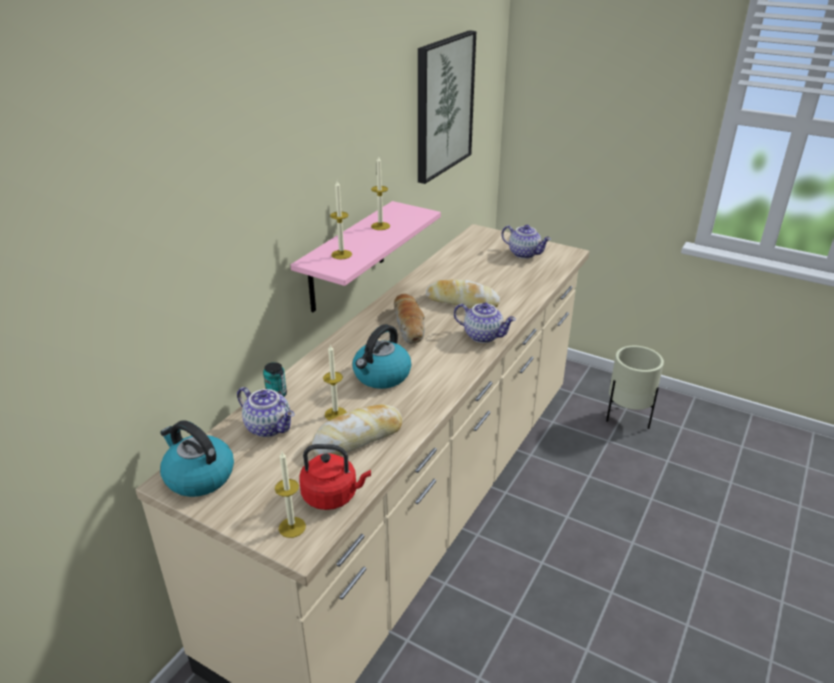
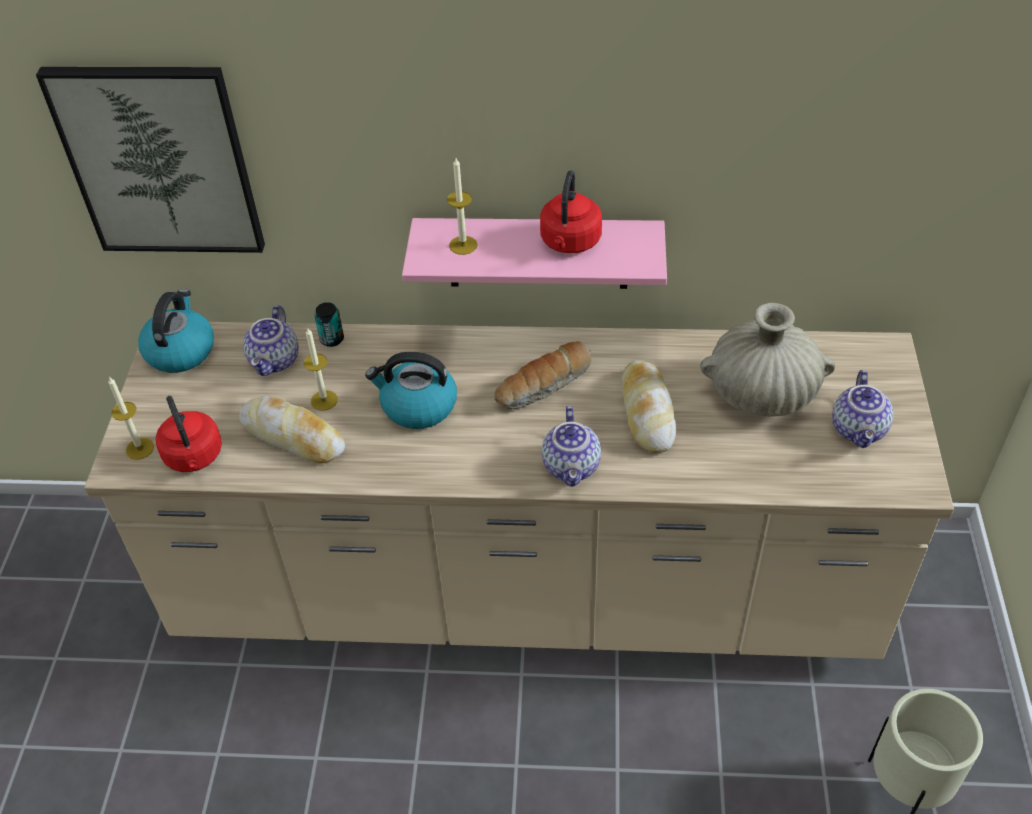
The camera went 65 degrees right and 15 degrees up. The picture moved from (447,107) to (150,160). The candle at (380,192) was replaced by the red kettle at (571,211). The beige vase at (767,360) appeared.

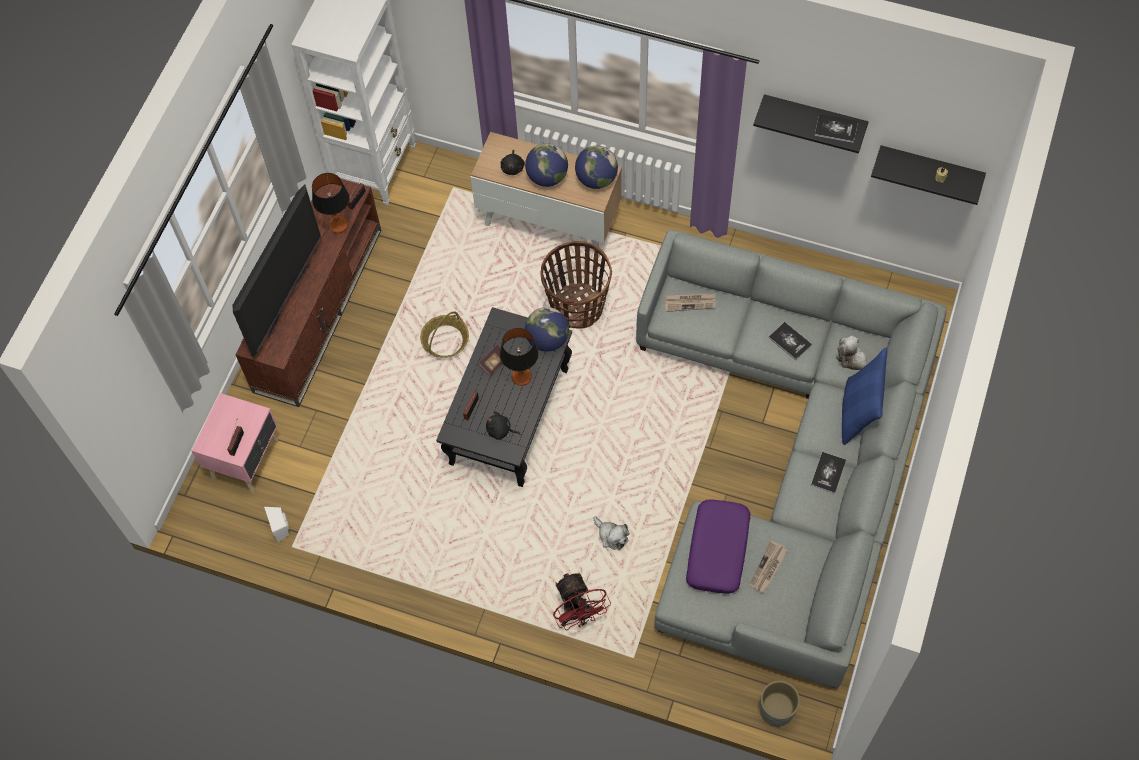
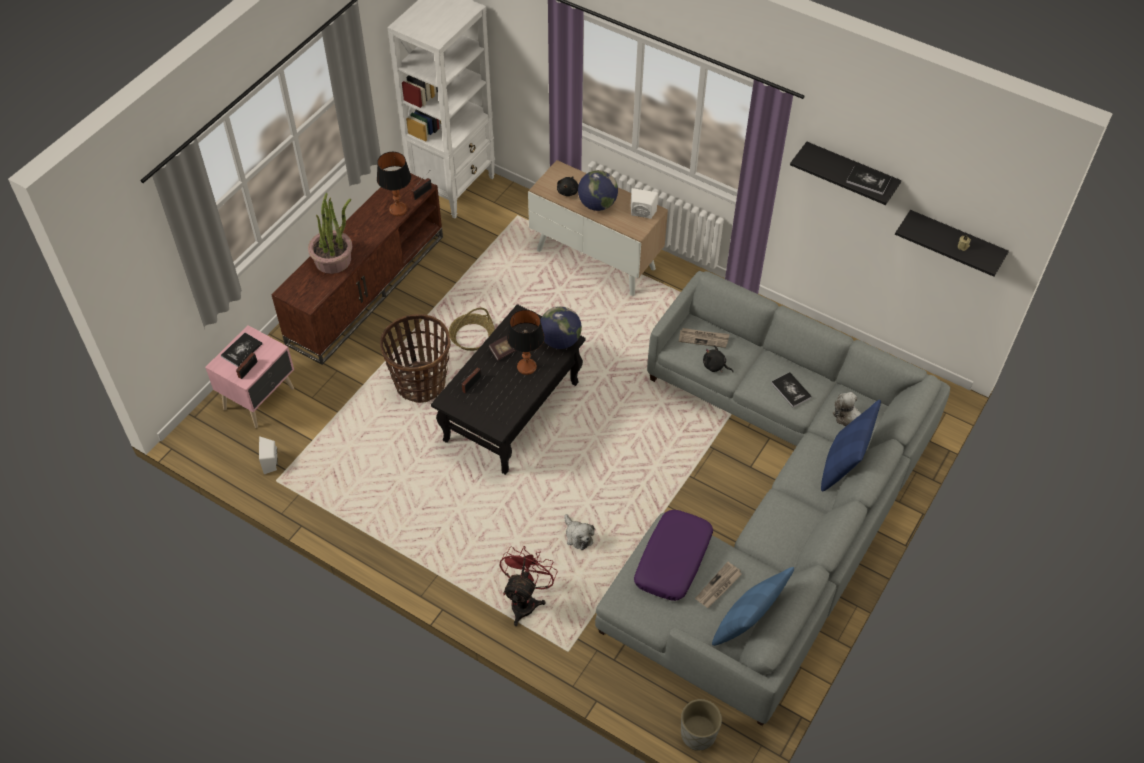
The camera went 10 degrees right and 10 degrees down. The book moved from (828,473) to (241,350). The television at (277,271) was replaced by the potted plant at (330,233). The basket moved from (576,285) to (415,358). The red fan at (582,601) turned 150 degrees counterclockwise. The globe at (596,167) was replaced by the white speaker at (644,203). The black plush toy moved from (503,426) to (718,358). The blue pillow at (753,606) appeared.

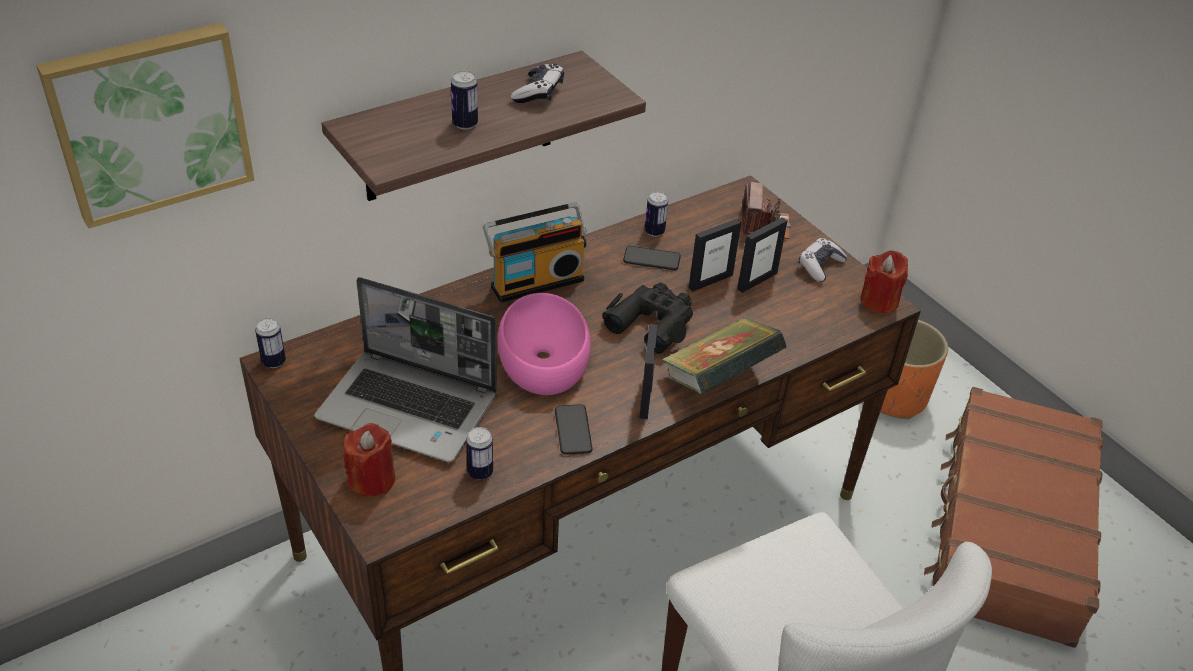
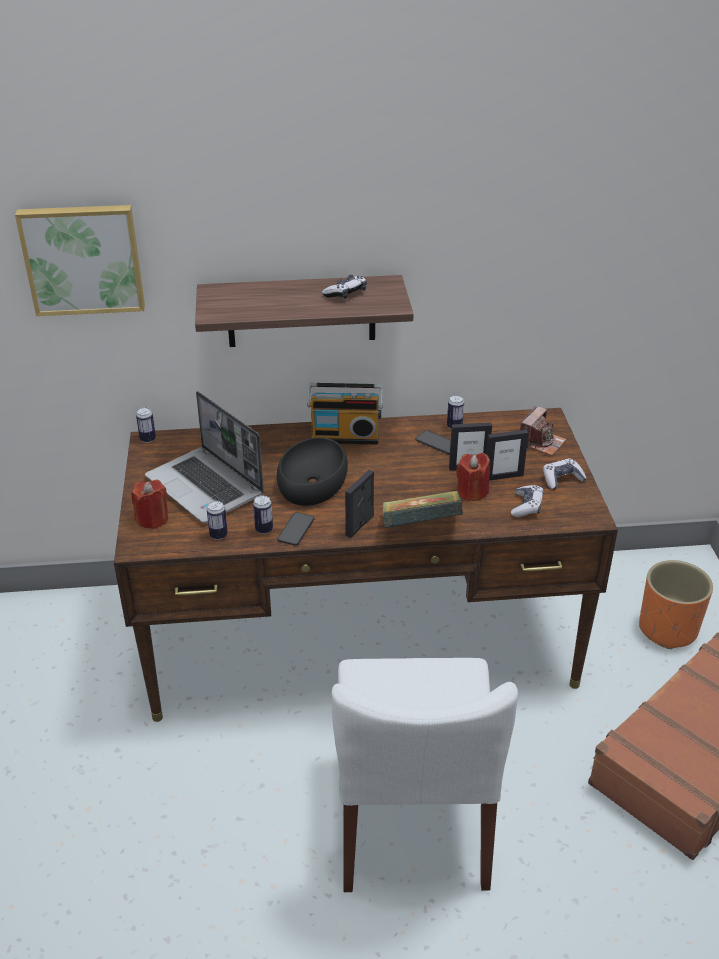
The camera went 30 degrees right and 5 degrees down. The can moved from (464,100) to (263,514). The pink bowl at (544,344) became the black bowl at (312,471). The red candle moved from (884,282) to (473,477). The game controller at (527,501) appeared. The black binoculars at (647,318) disappeared.

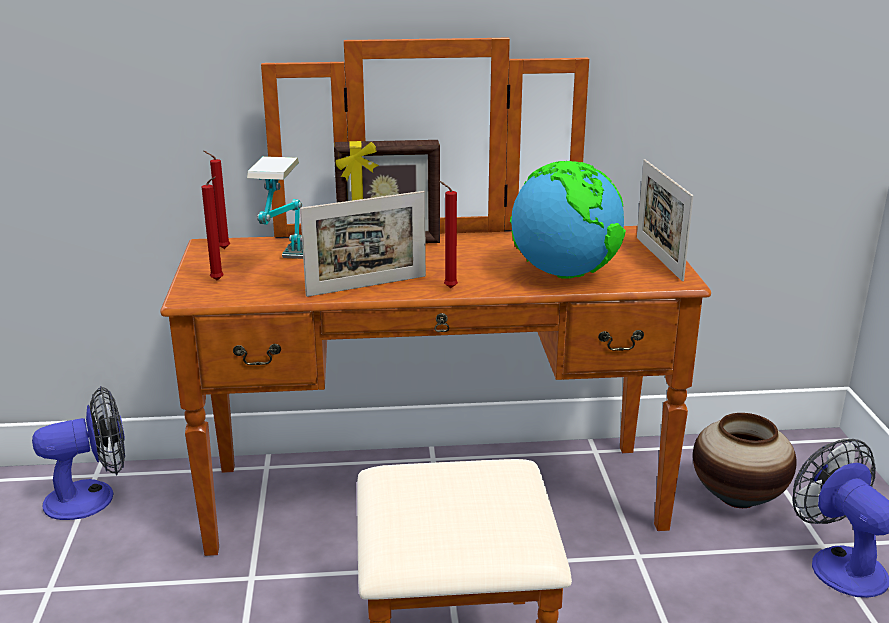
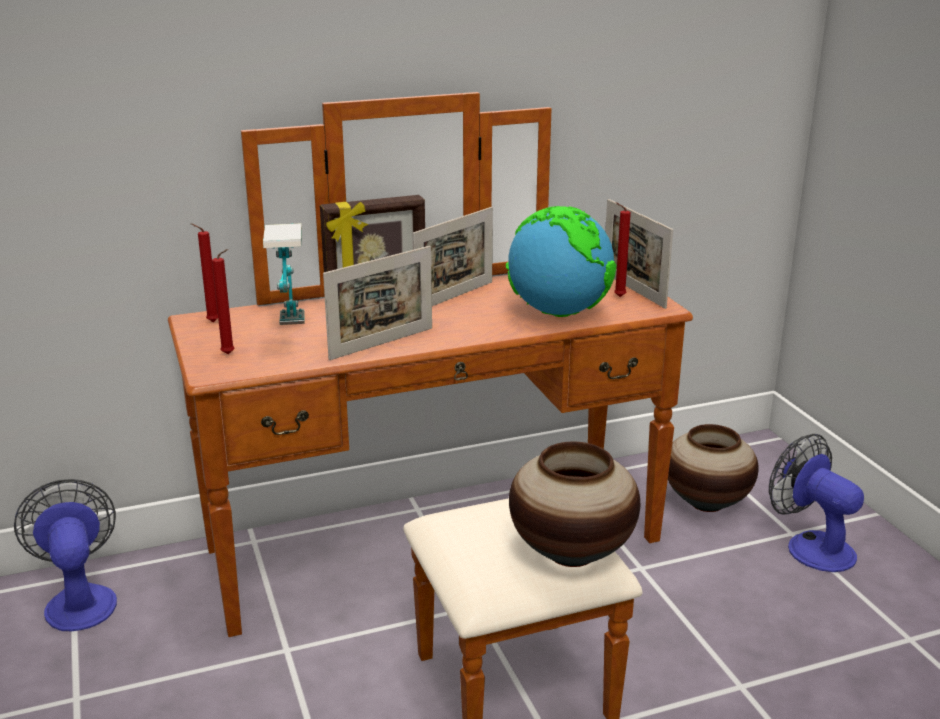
The camera went 15 degrees left and 0 degrees up. The fan at (78,453) turned 75 degrees counterclockwise. The picture frame at (453,256) appeared. The vase at (574,504) appeared. The red candle moved from (448,234) to (622,249).

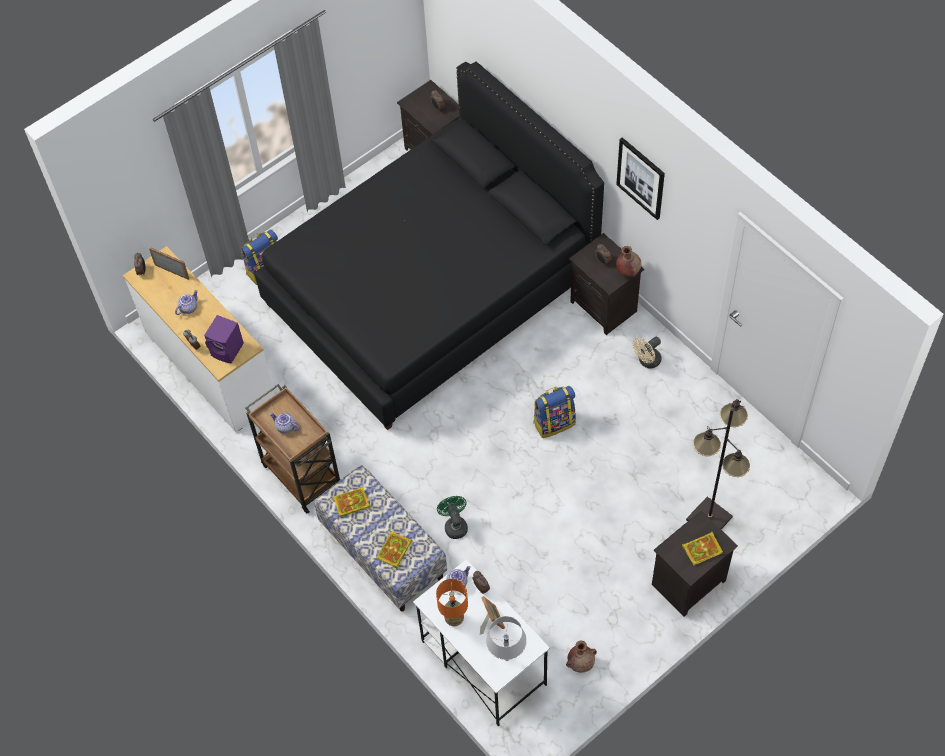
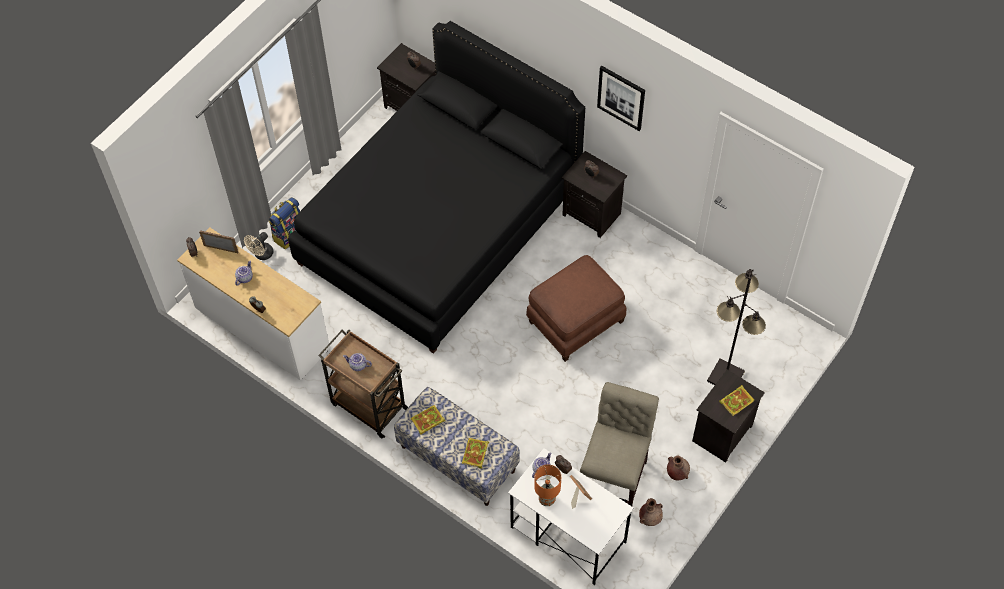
The camera went 15 degrees left and 0 degrees up. The beige fan moved from (647,353) to (259,246). The backpack at (554,412) was replaced by the brown ottoman at (576,308). The beige chair at (619,444) appeared. The brown vase moved from (628,261) to (678,468). The purple speaker at (224,339) disappeared. The green fan at (452,517) disappeared. The grey table lamp at (506,638) disappeared.

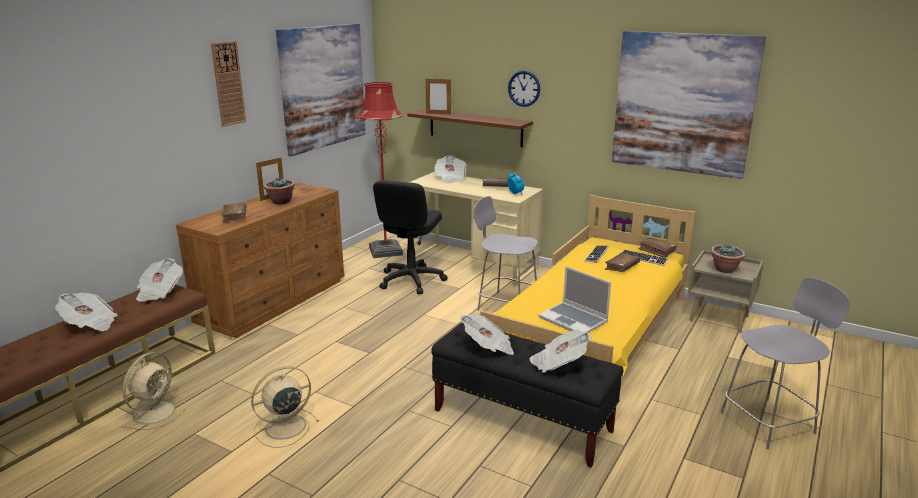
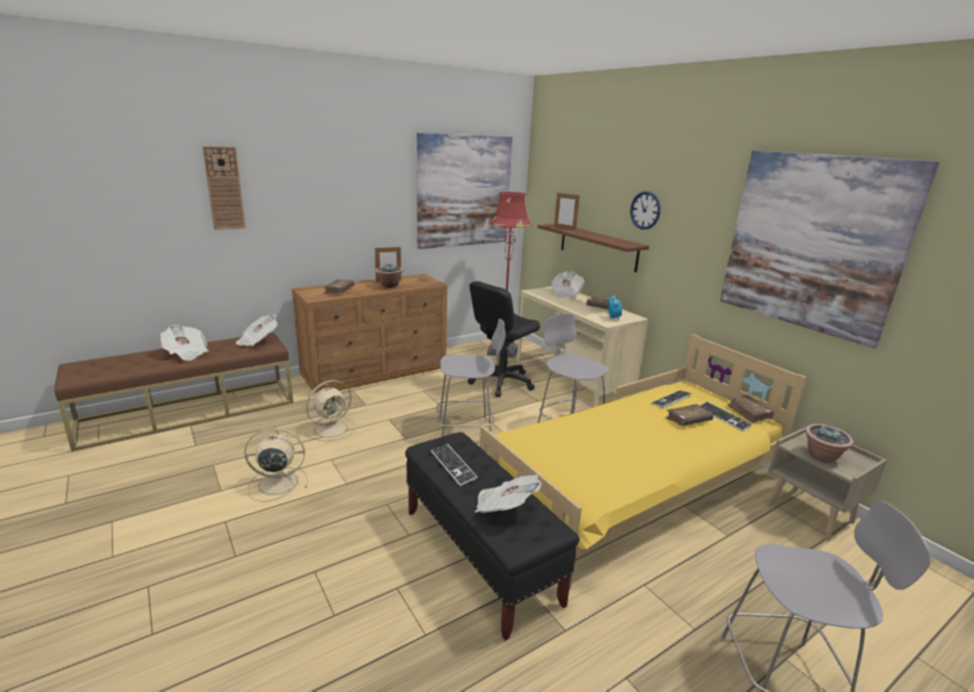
The camera went 25 degrees right and 0 degrees up. The wall clock moved from (228,84) to (224,188). The beige fan moved from (154,391) to (330,410). The newspaper at (487,334) was replaced by the keyboard at (454,465). The grey chair at (471,378) appeared. The laptop at (575,299) disappeared.

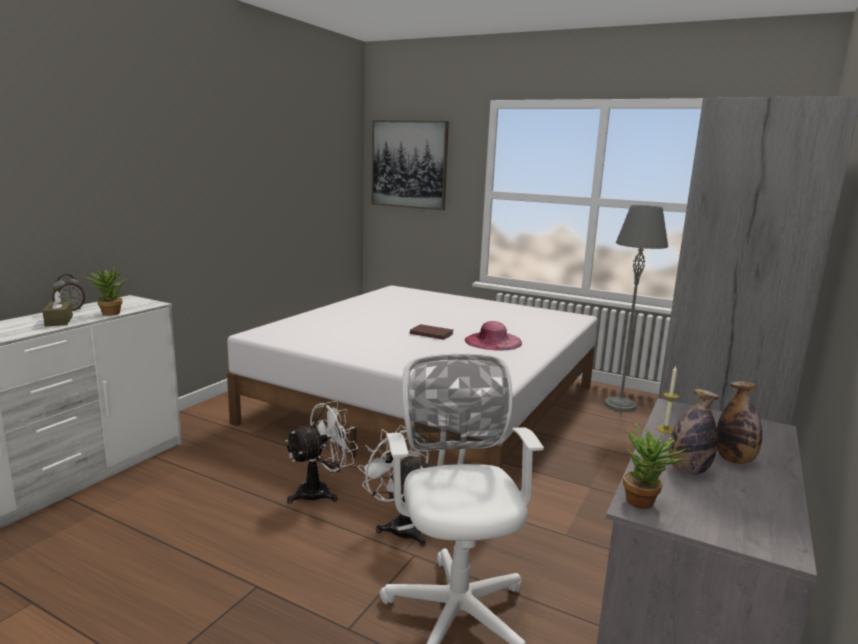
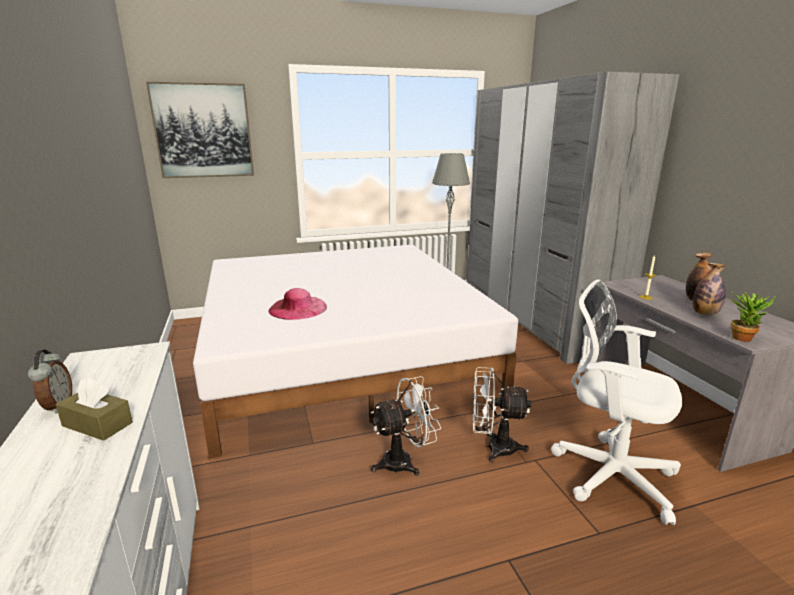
The camera went 45 degrees left and 5 degrees up. The pink hat moved from (493,336) to (297,304). The white fan at (321,452) turned 60 degrees clockwise. The potted plant at (104,291) disappeared. The brown book at (431,332) disappeared.

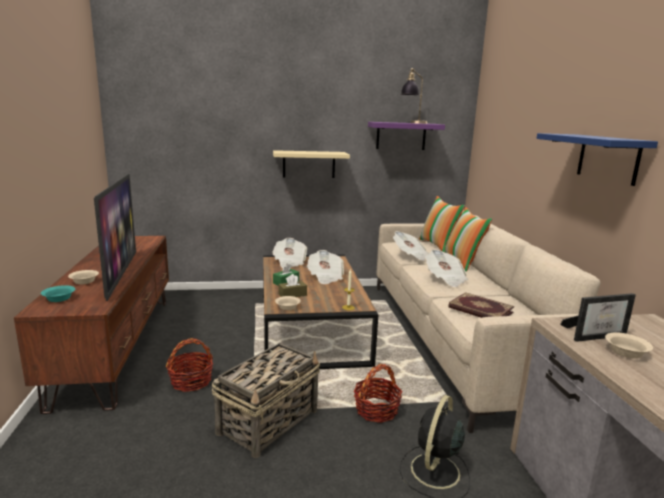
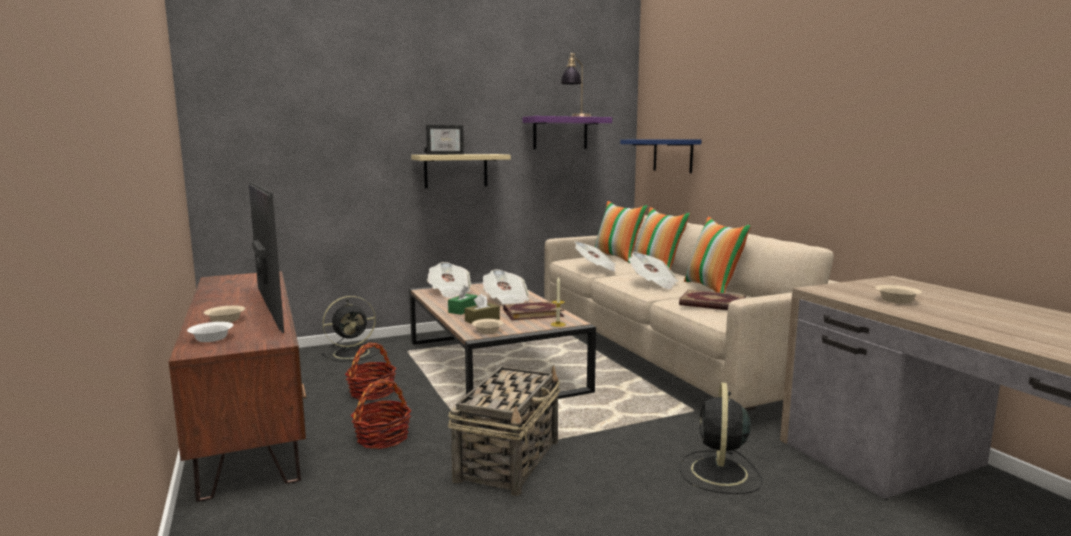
The camera went 15 degrees left and 5 degrees down. The turquoise bowl at (58,293) became the white bowl at (210,332). The black fan at (350,329) appeared. The basket moved from (378,393) to (370,371). The picture frame moved from (598,317) to (444,140). The book at (533,310) appeared. The blue shelf moved from (597,159) to (660,156). The pillow at (717,255) appeared.

